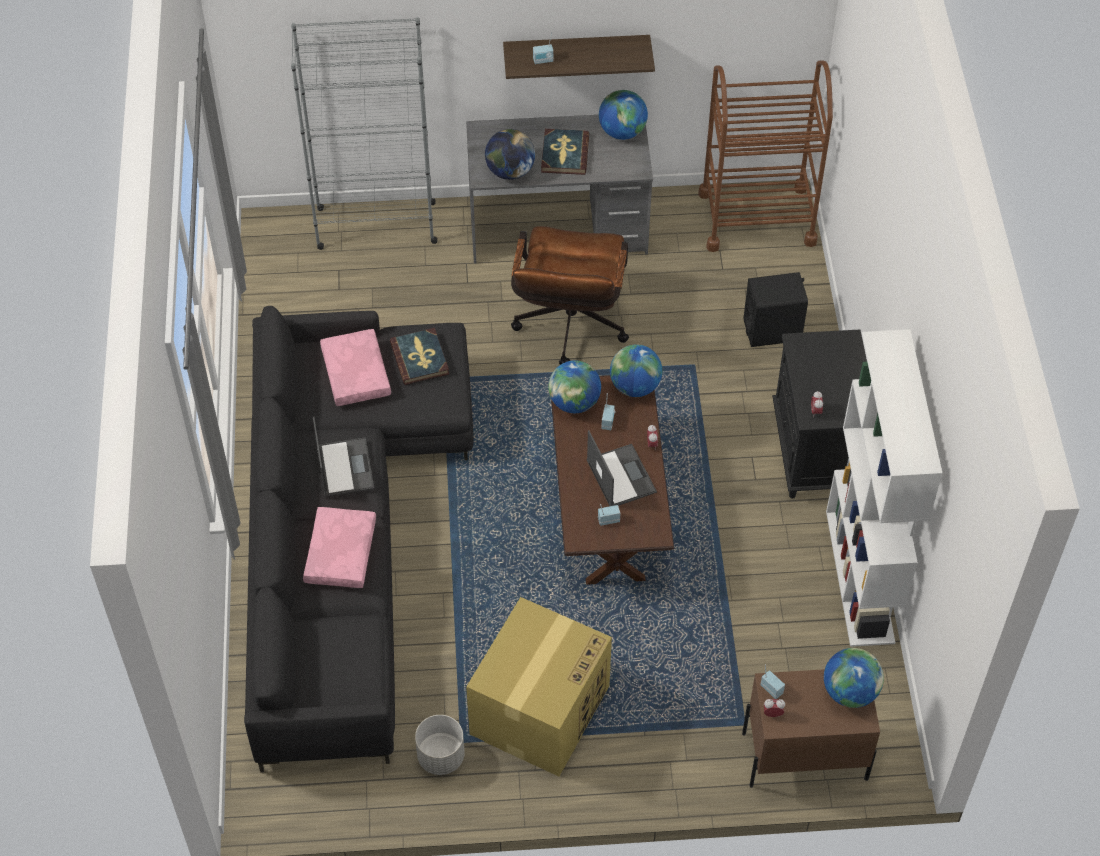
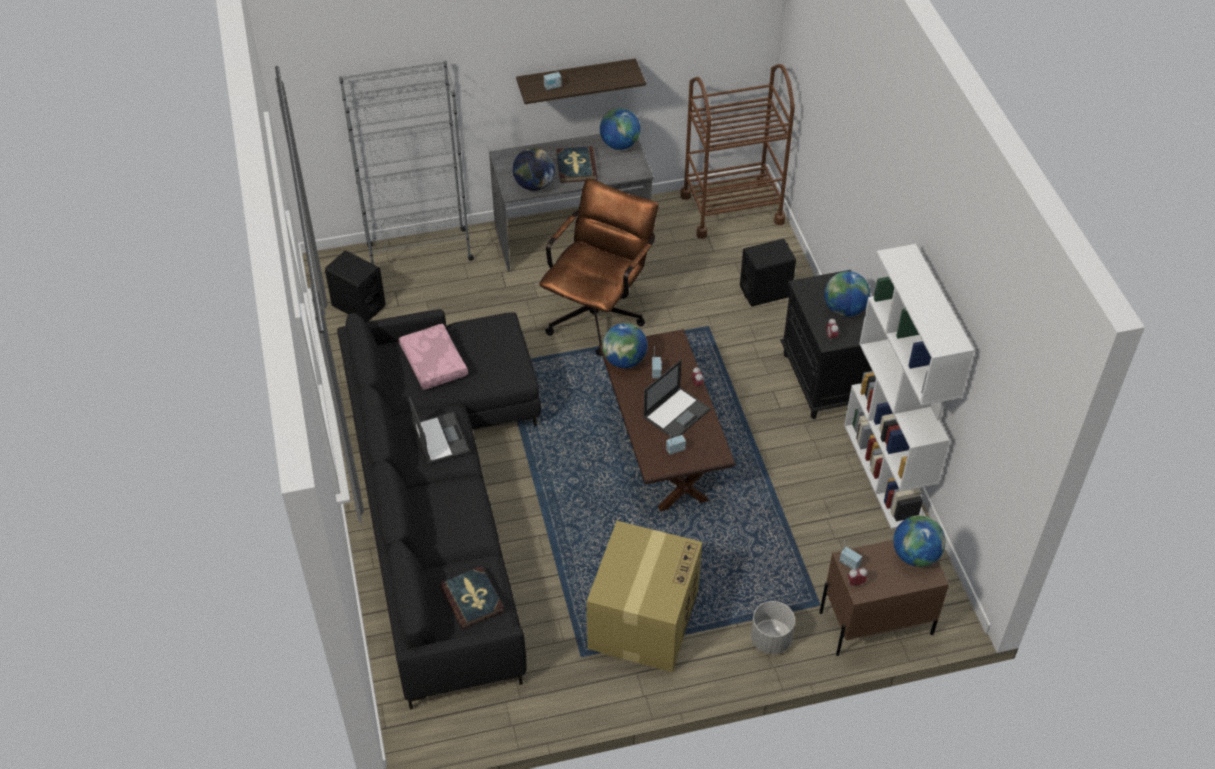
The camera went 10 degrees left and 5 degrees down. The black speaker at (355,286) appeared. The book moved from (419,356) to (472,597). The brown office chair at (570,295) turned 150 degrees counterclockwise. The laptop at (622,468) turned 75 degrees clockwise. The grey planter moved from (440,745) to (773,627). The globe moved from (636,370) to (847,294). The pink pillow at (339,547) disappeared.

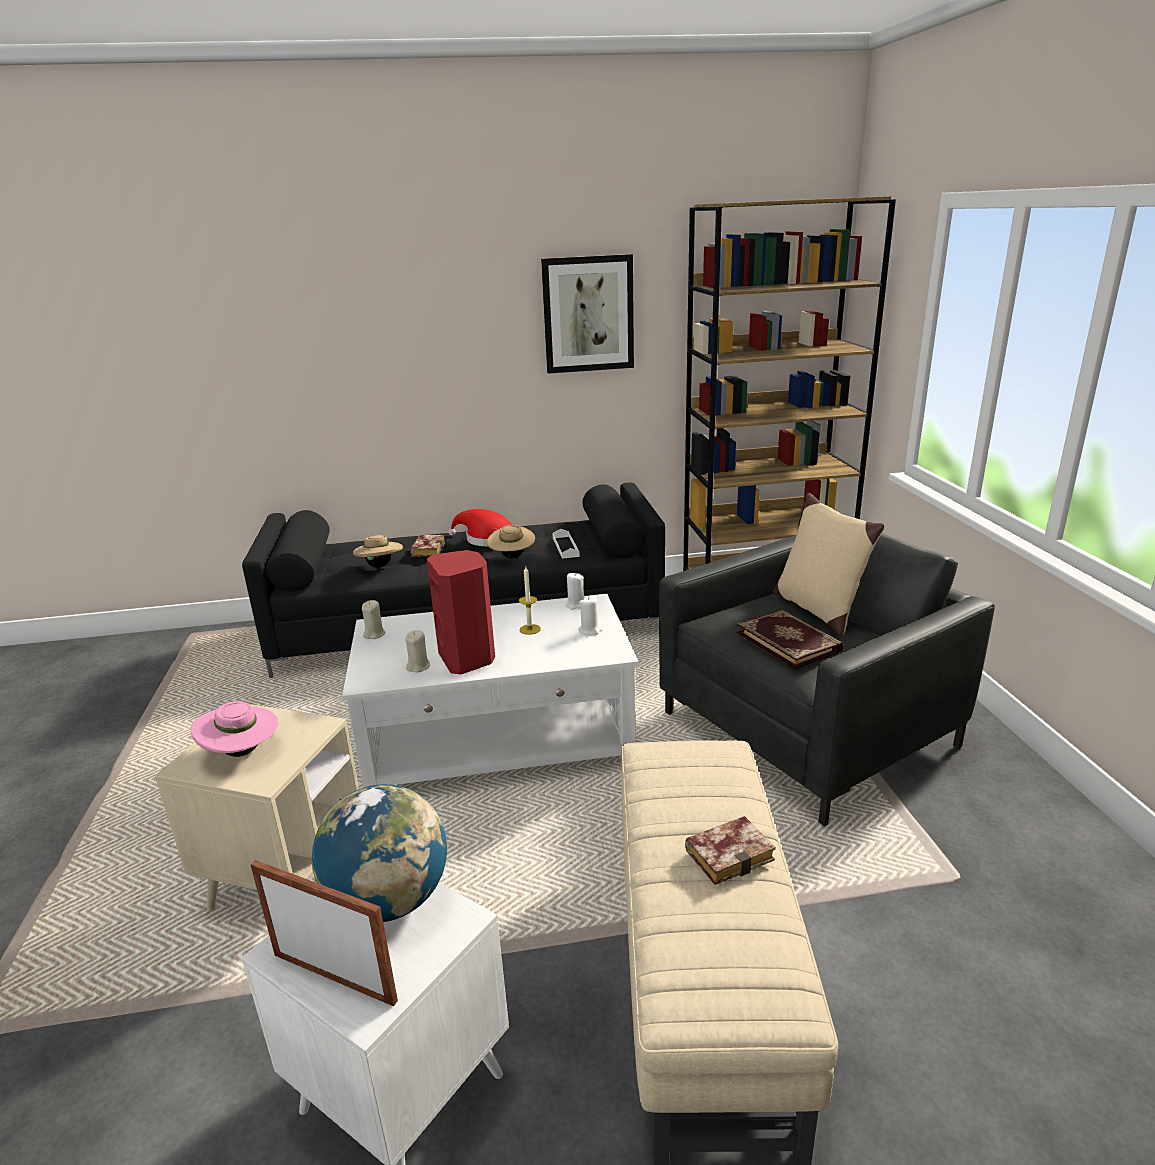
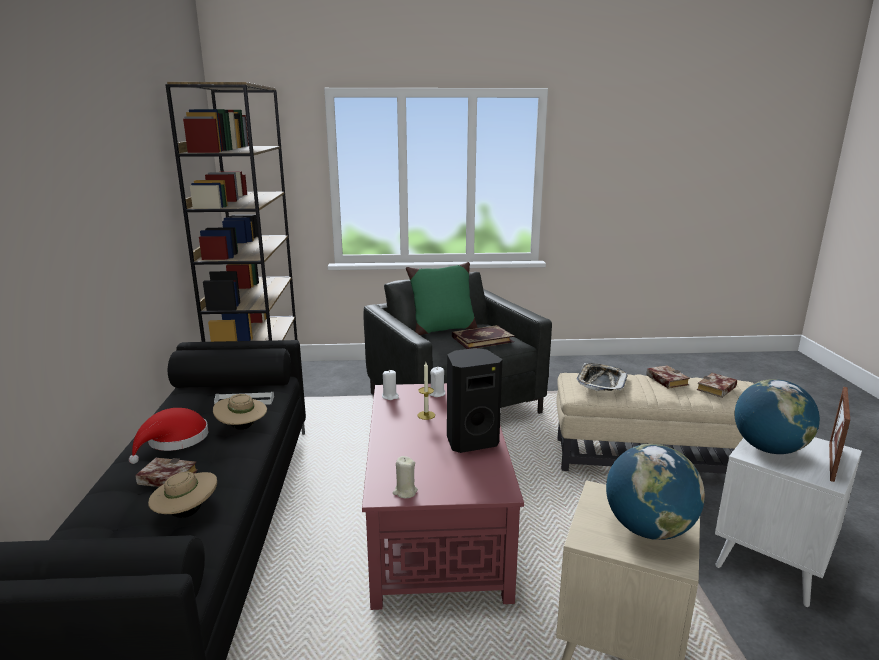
The camera went 85 degrees left and 5 degrees down. The white coffee table at (490,691) became the red coffee table at (443,496). The beige pillow at (829,565) became the green pillow at (442,298). The red speaker at (461,612) became the black speaker at (474,400). The tray at (602,377) appeared. The pink hat at (234,729) was replaced by the globe at (655,492). The book at (717,385) appeared. The beige candle at (417,651) disappeared. The picture at (587,314) disappeared.

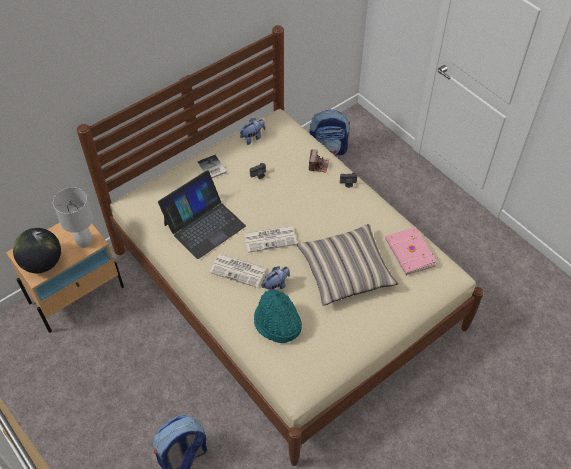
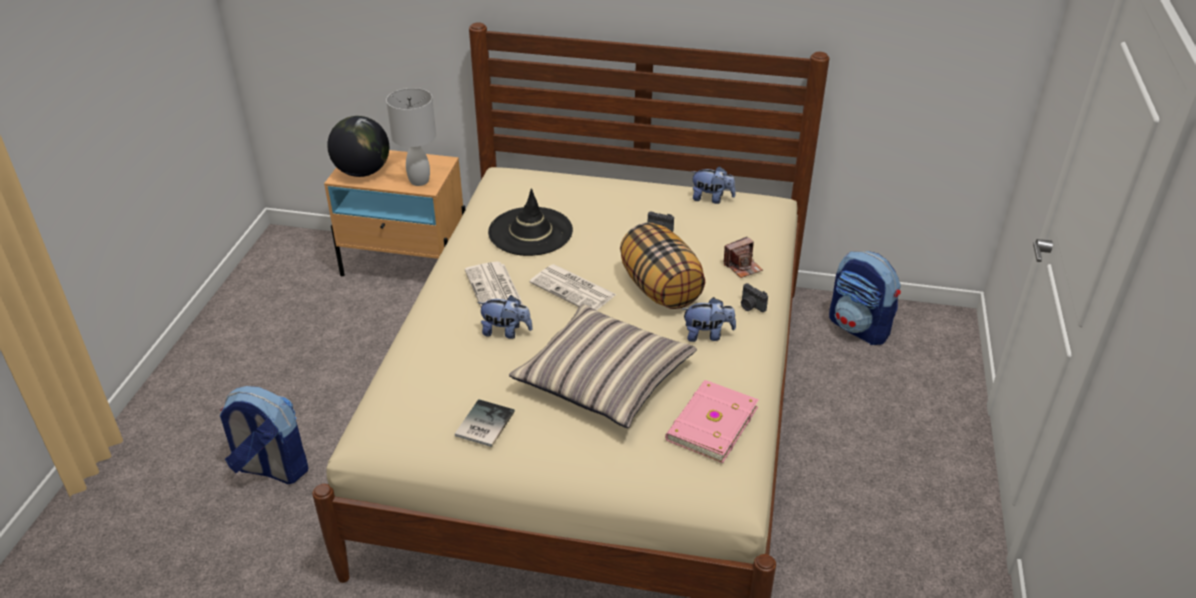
The camera went 50 degrees right and 15 degrees down. The book moved from (212,166) to (485,423). The laptop at (202,214) was replaced by the black hat at (530,222). The pillow at (662,266) appeared. The plush toy at (709,319) appeared. The turquoise hat at (278,316) disappeared.

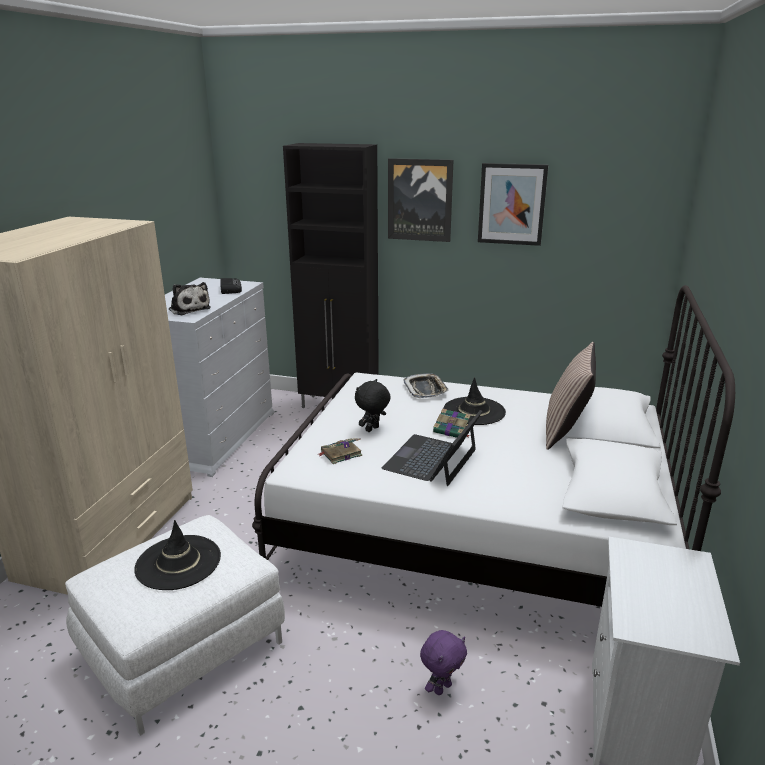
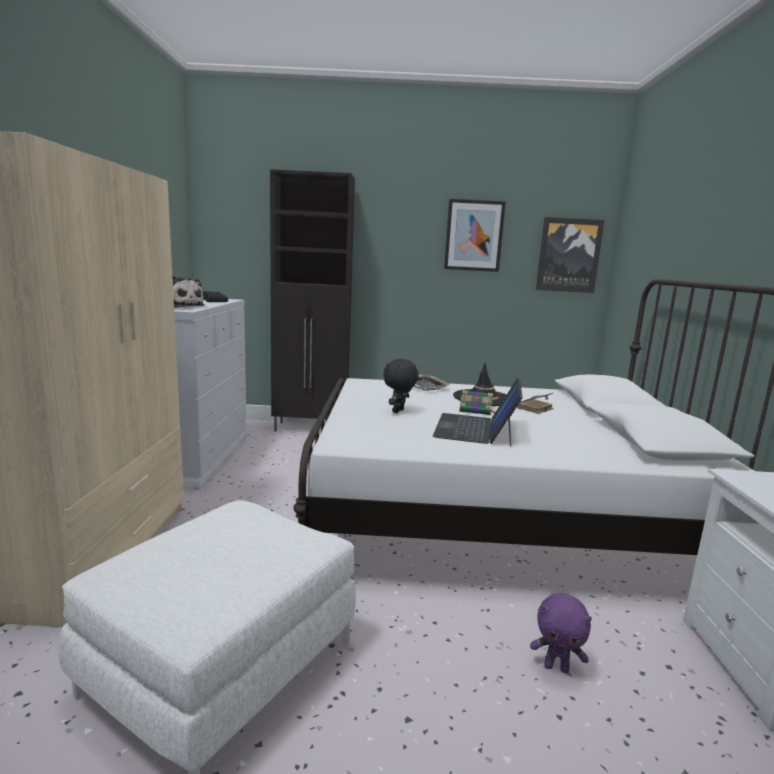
The camera went 15 degrees left and 10 degrees down. The book moved from (339,451) to (535,403). The purple plush toy at (443,662) turned 75 degrees clockwise. The picture moved from (421,200) to (570,255). The black hat at (177,555) disappeared. The pillow at (571,396) disappeared.

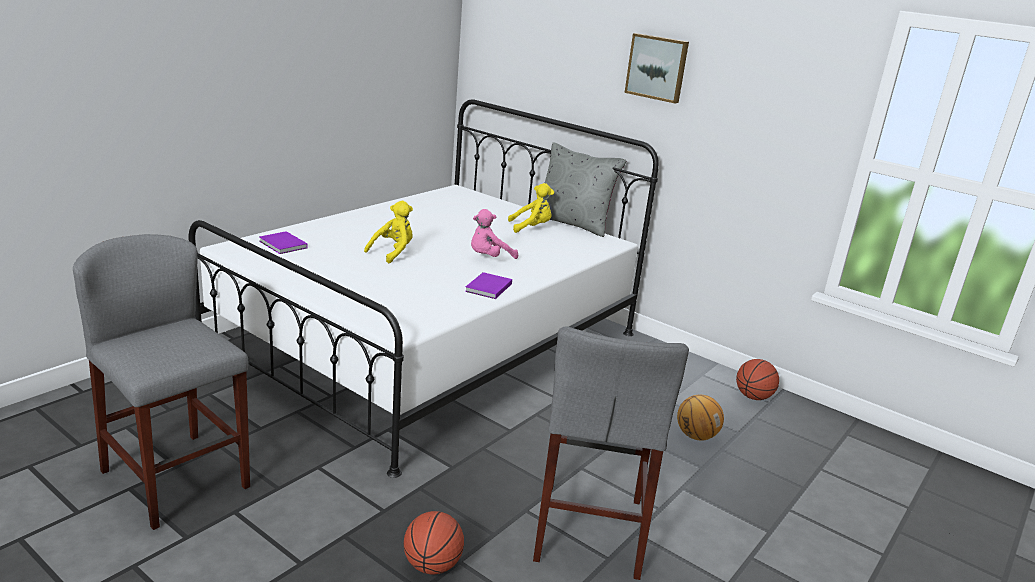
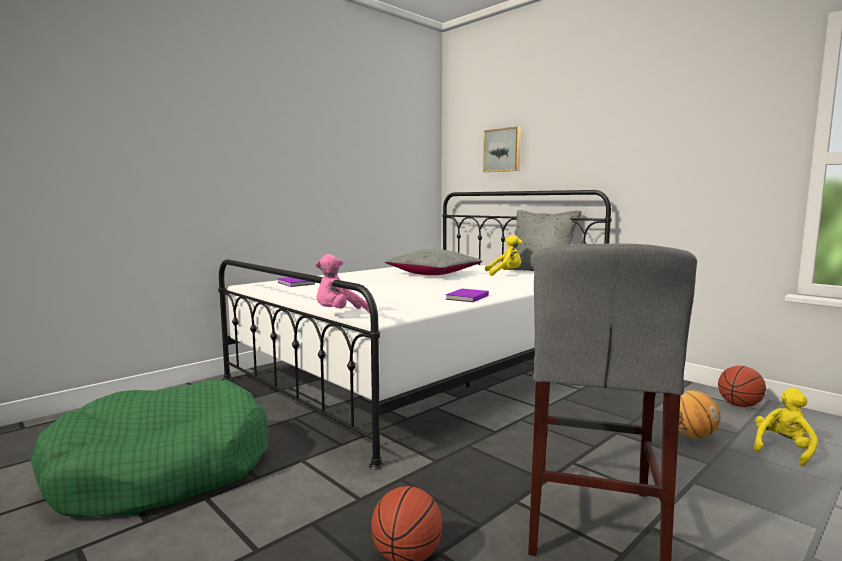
The camera went 10 degrees right and 15 degrees down. The grey stool at (161,382) was replaced by the green dog bed at (149,448). The pink plush toy moved from (494,234) to (342,283). The grey pillow at (433,262) appeared. The picture moved from (657,68) to (502,149). The yellow plush toy moved from (388,232) to (786,427).

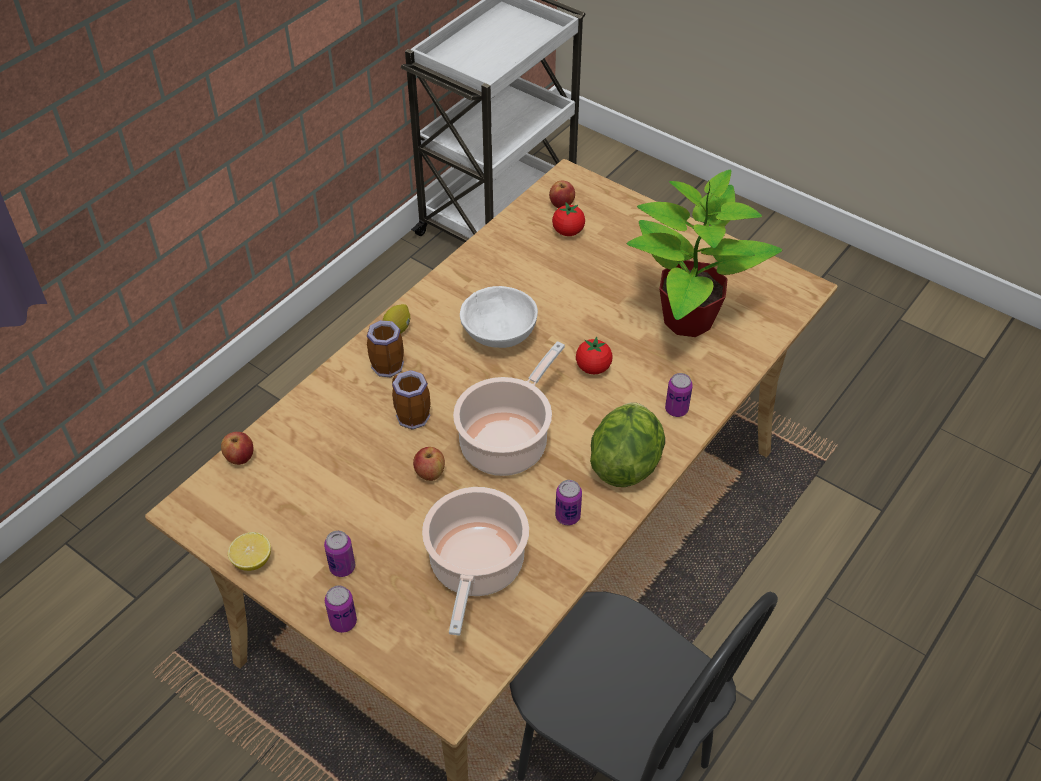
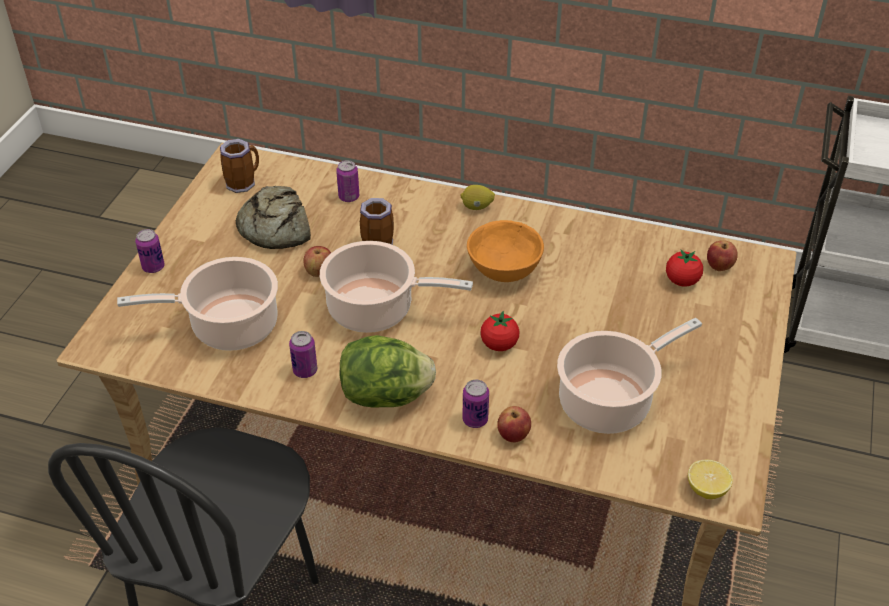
The camera went 70 degrees right and 5 degrees down. The mug moved from (385,348) to (239,166). The bread at (273,217) appeared. The can moved from (339,554) to (347,181). The white bowl at (499,317) became the orange bowl at (505,251). The apple moved from (237,448) to (514,424). The potted plant at (704,253) was replaced by the cooking pot at (629,376). The lemon moved from (249,551) to (710,479).

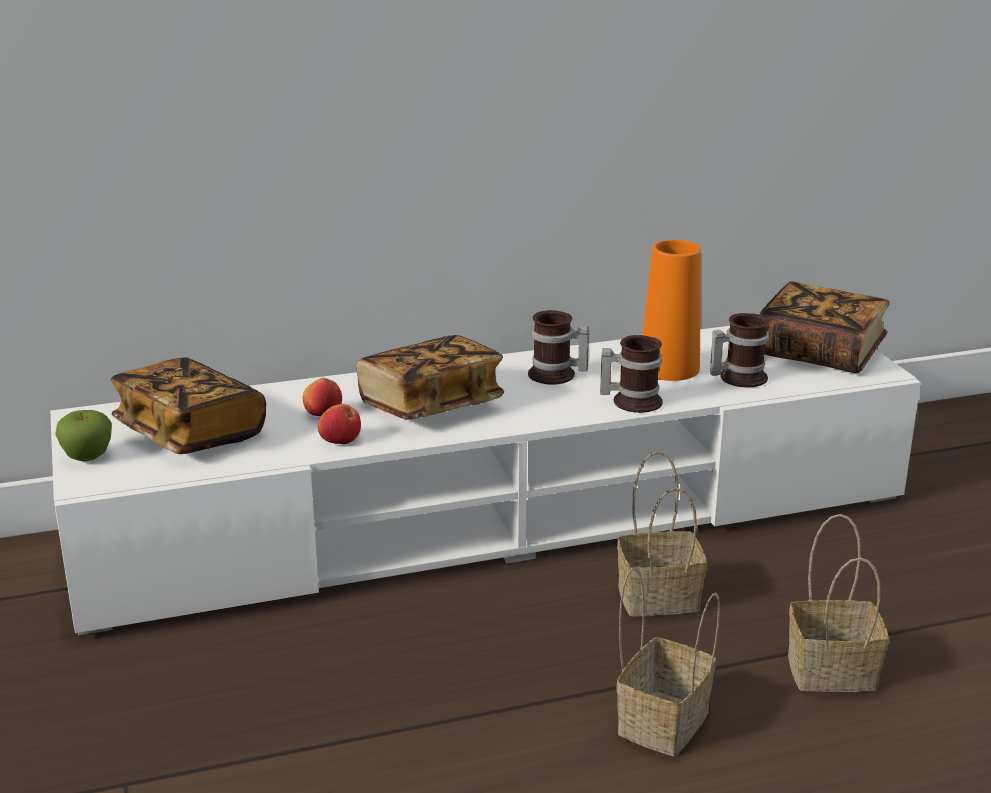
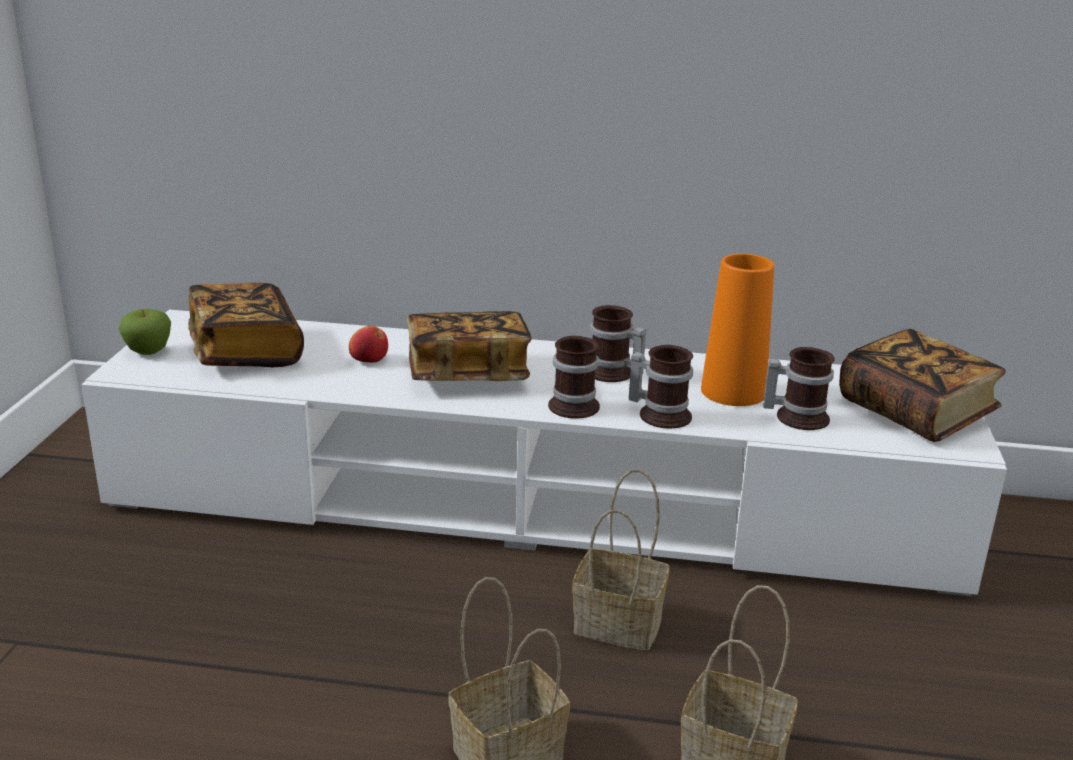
The camera went 25 degrees right and 0 degrees up. The mug at (574,377) appeared. The apple at (339,424) disappeared.

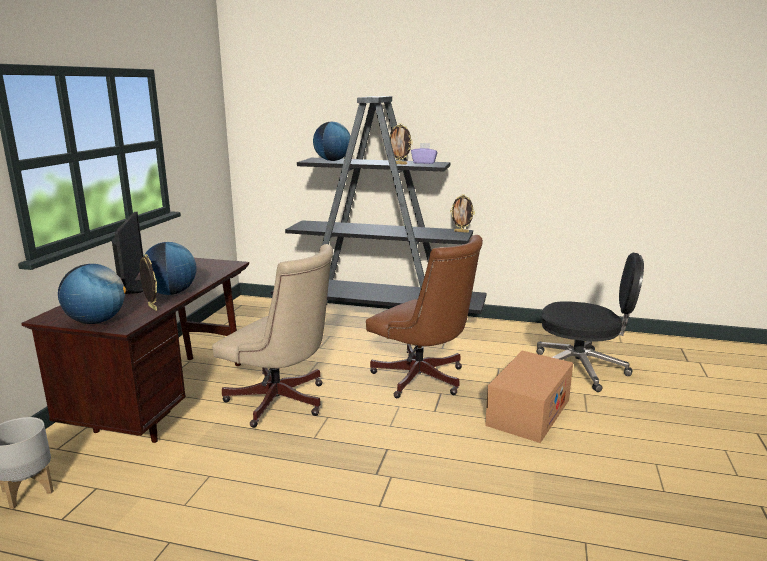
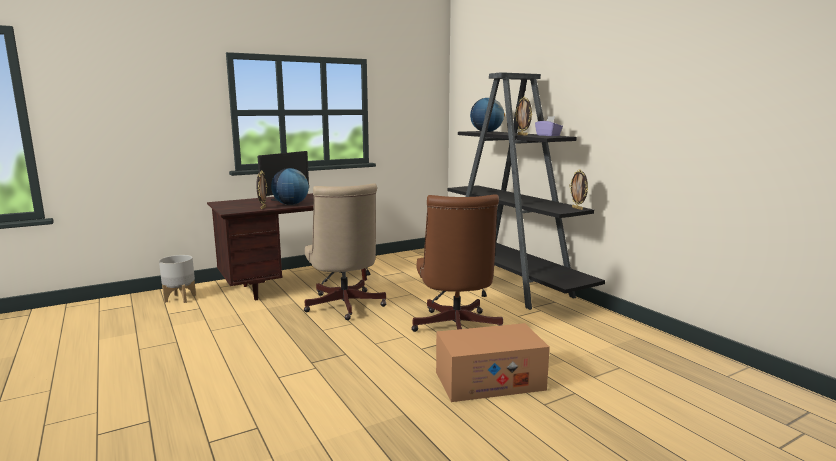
The camera went 45 degrees right and 5 degrees down. The globe at (92,294) disappeared. The black office chair at (590,322) disappeared.

